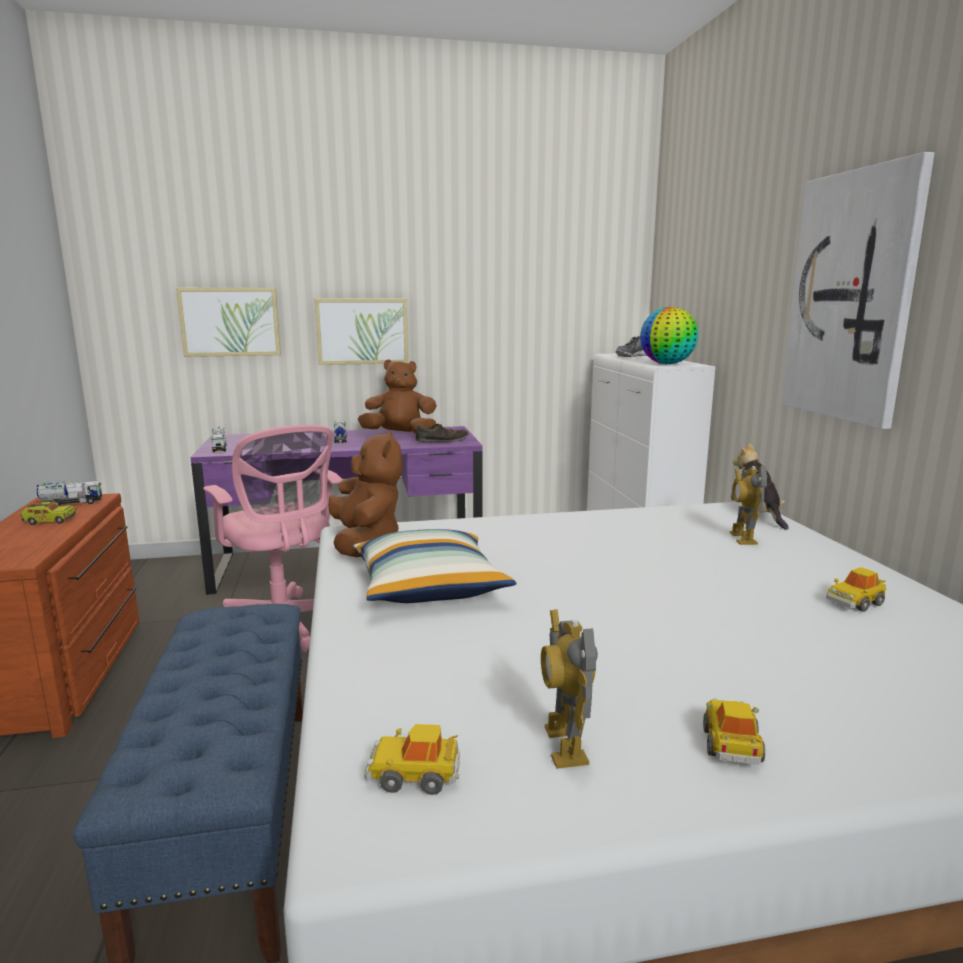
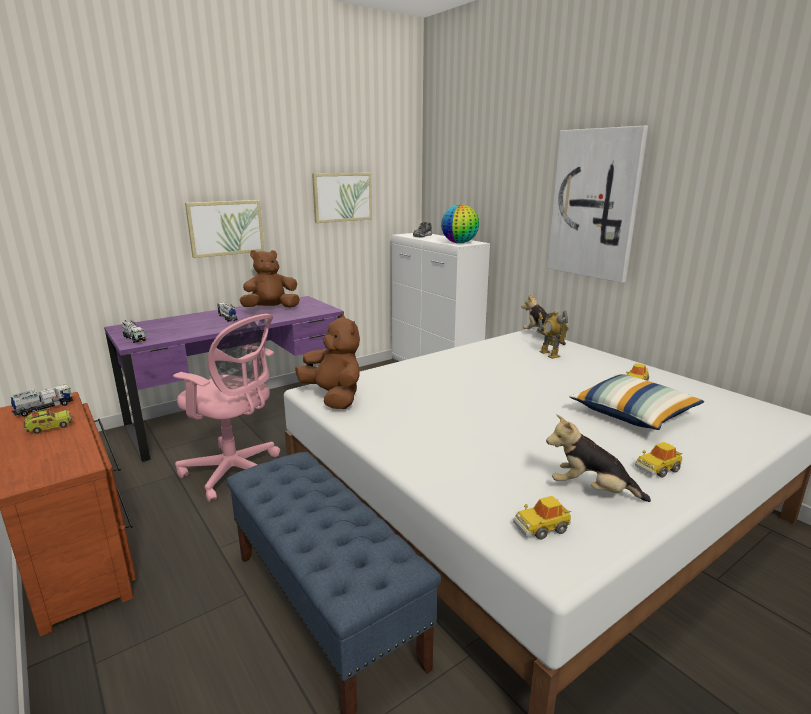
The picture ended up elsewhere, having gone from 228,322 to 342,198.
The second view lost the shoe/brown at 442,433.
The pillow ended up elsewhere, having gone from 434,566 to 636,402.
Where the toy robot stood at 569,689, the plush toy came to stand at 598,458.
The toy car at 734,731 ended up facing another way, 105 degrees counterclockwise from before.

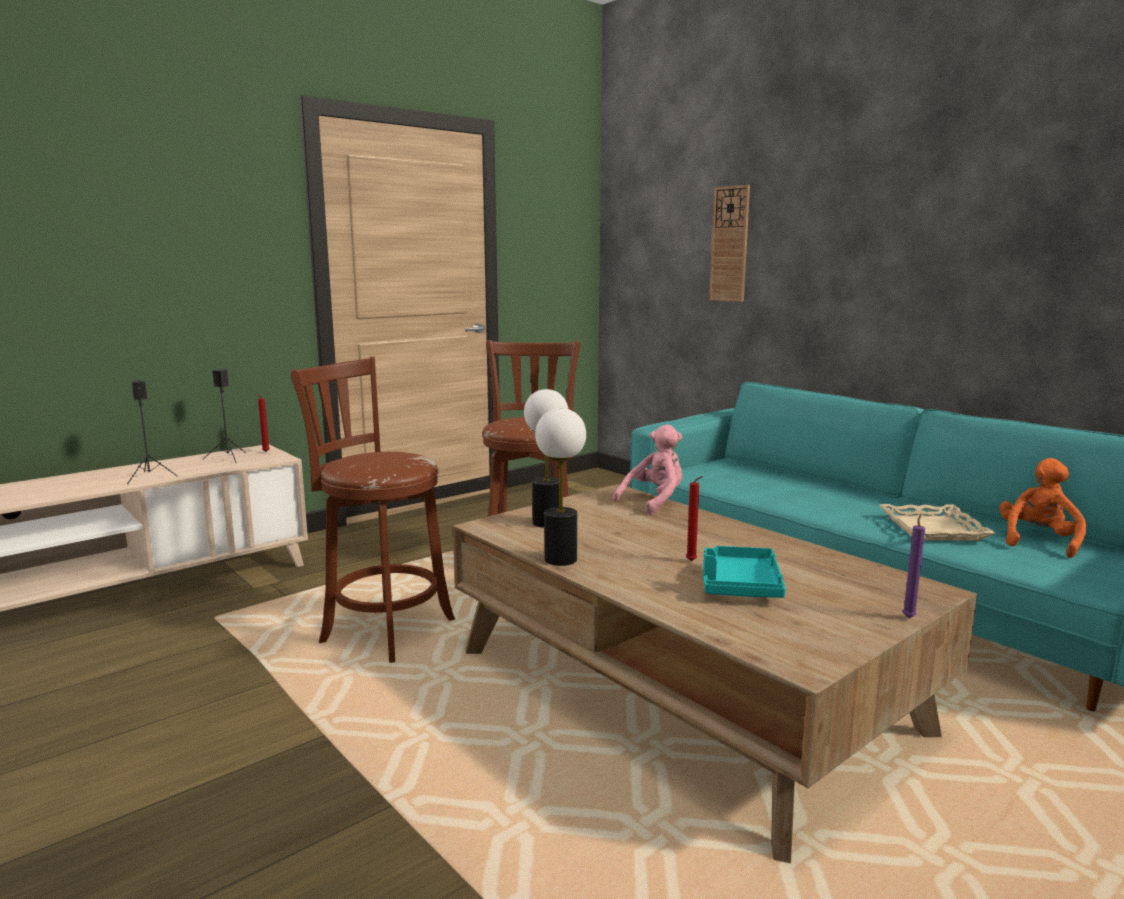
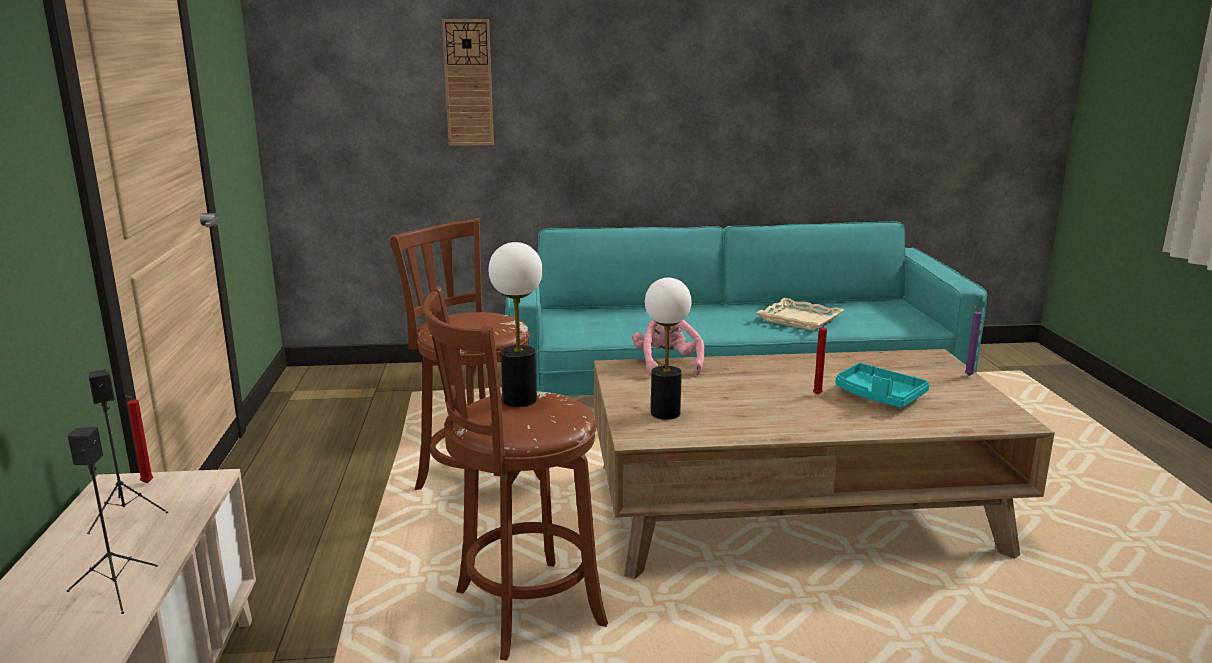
The table lamp ended up elsewhere, having gone from 560,487 to 515,324.
The second view lost the plush toy/orange at 1043,508.

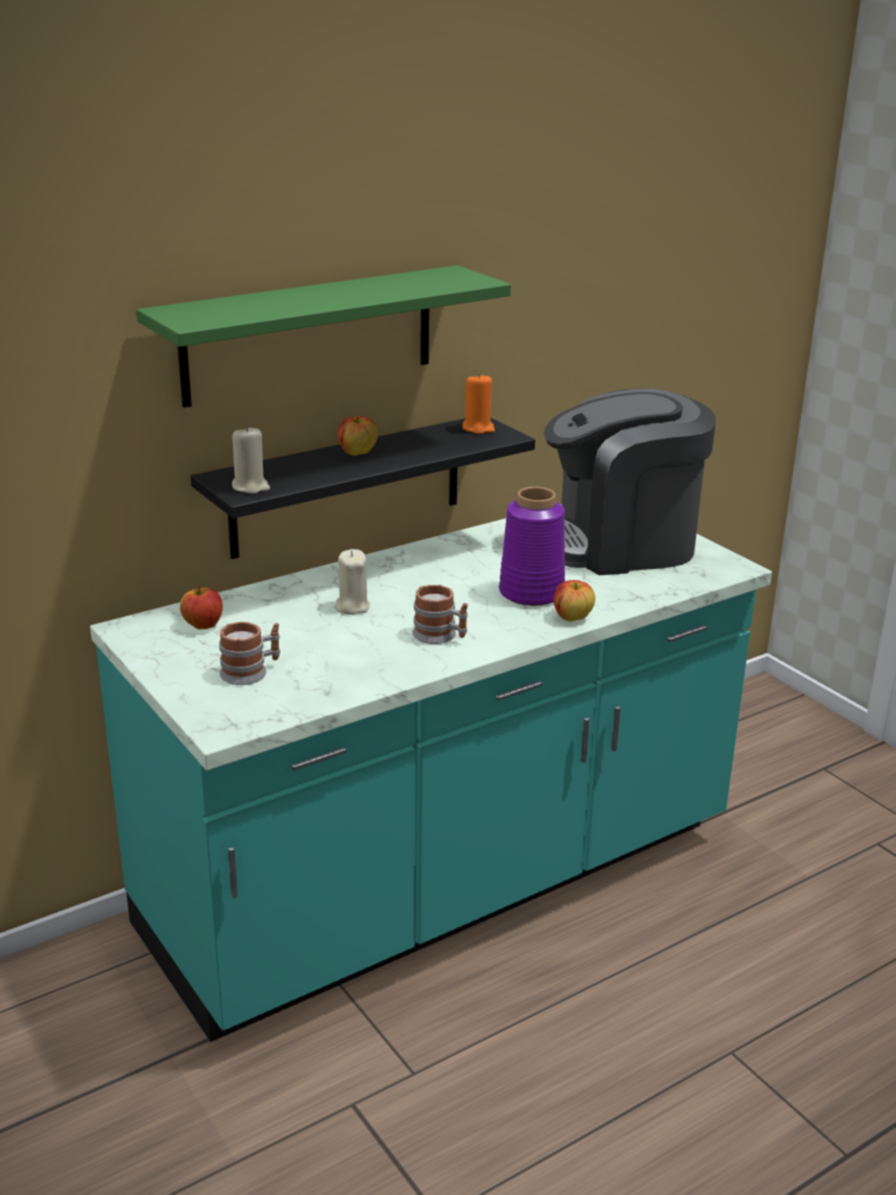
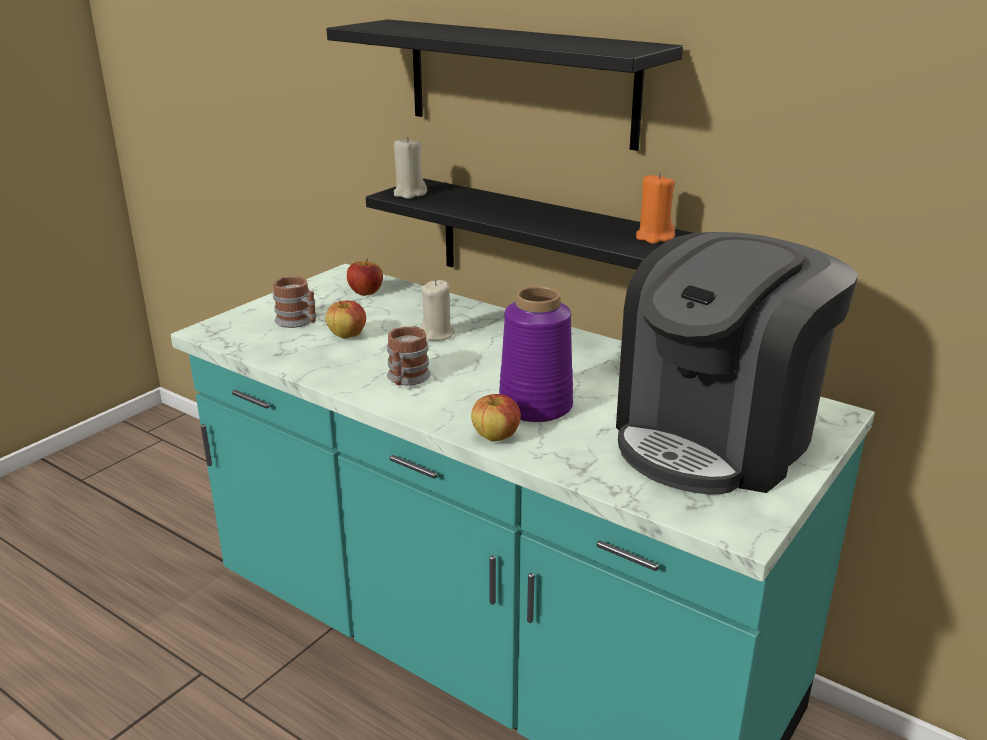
What was the shelf/green at 323,336 turned into the shelf/black at 505,85.
The coffee machine at 630,481 ended up facing another way, 105 degrees counterclockwise from before.
The apple ended up elsewhere, having gone from 358,436 to 346,320.

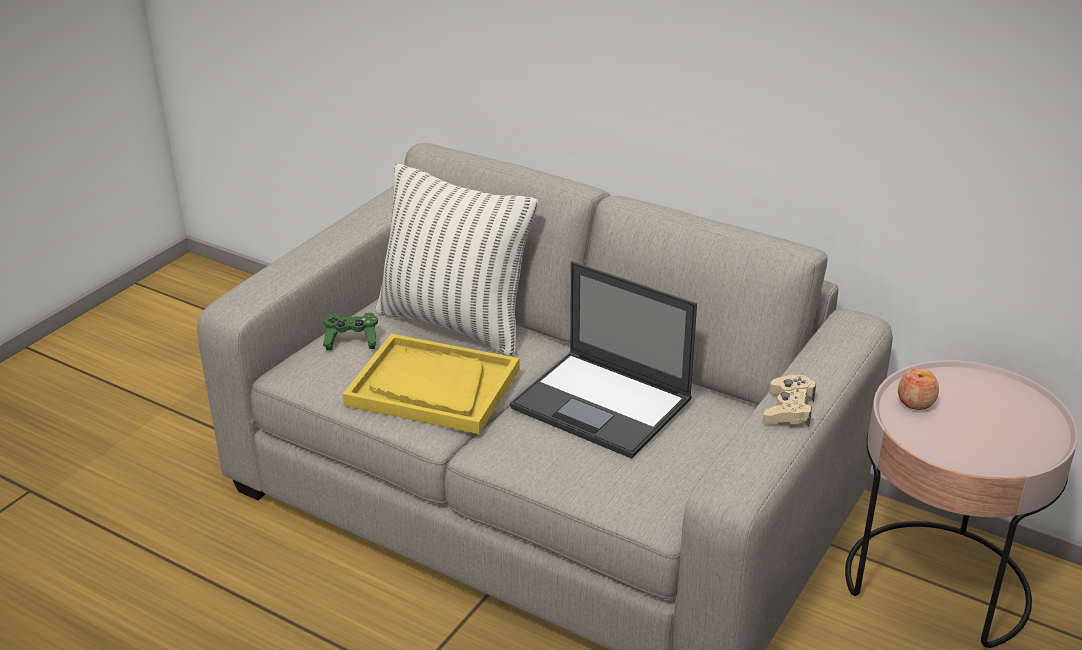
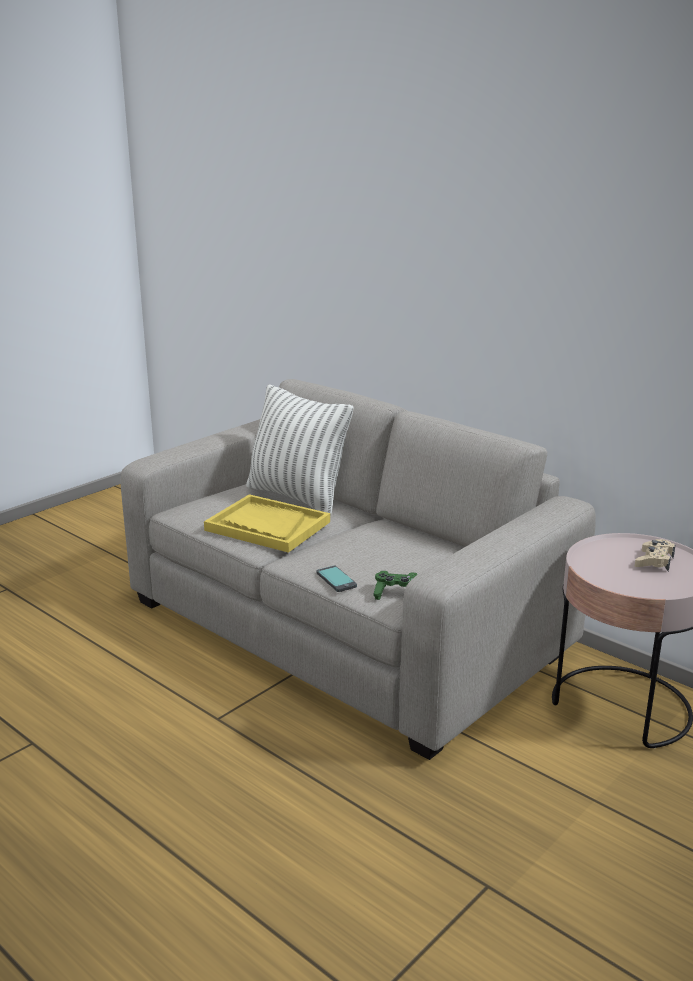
The second view lost the laptop at 603,360.
The game controller/green ended up elsewhere, having gone from 350,331 to 395,585.
The second view lost the apple at 918,389.
The game controller/beige ended up elsewhere, having gone from 789,400 to 655,555.
The second view gained the phone at 336,579.

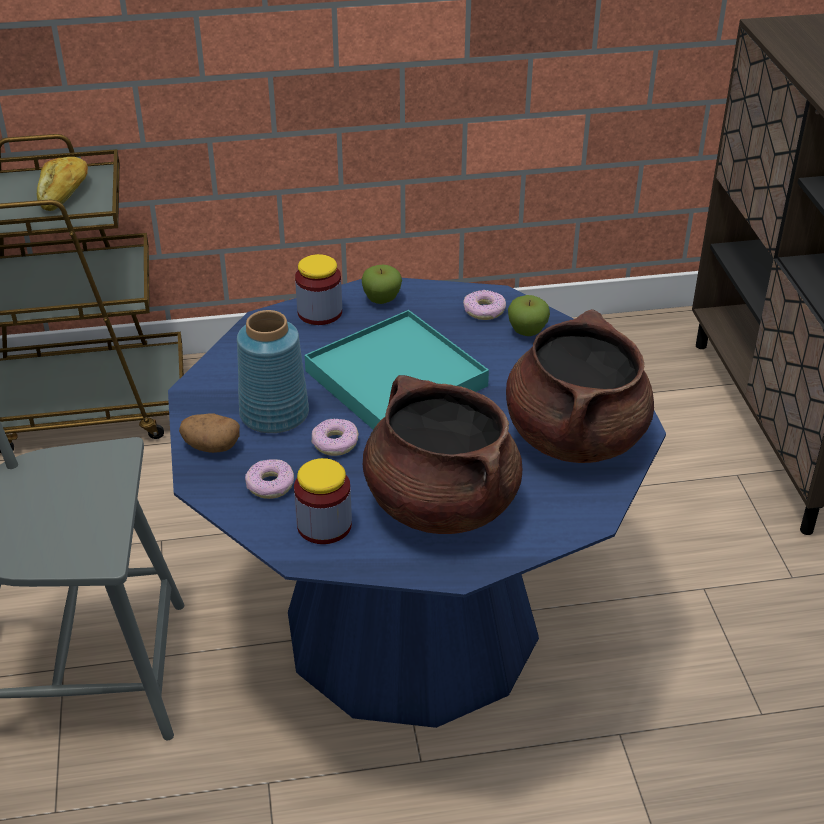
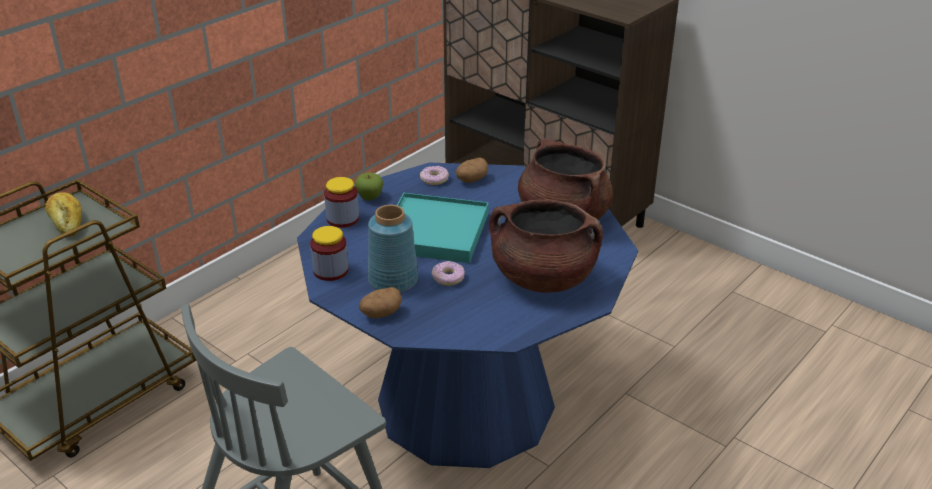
Where the apple stood at 529,315, the potato came to stand at 472,170.
The jar ended up elsewhere, having gone from 323,501 to 329,253.
The second view lost the donut at 269,479.

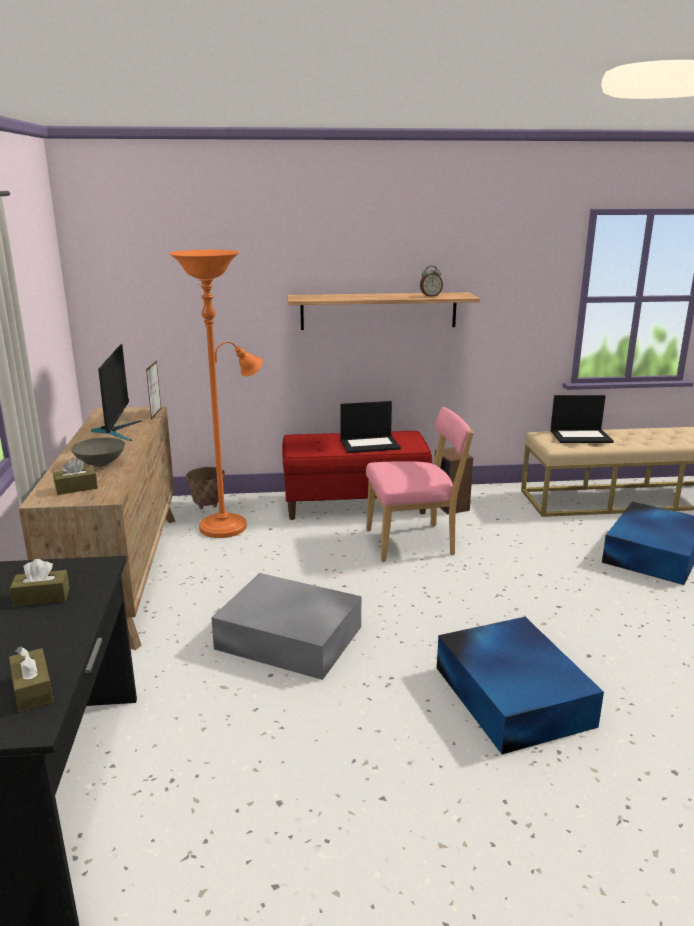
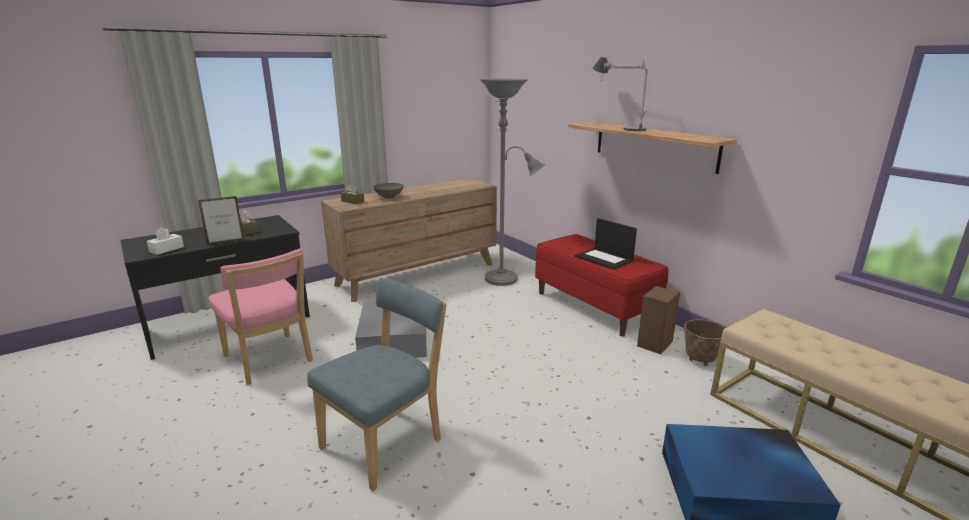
What was the floor lamp/orange at 216,394 turned into the floor lamp/grey at 512,182.
The second view lost the alarm clock at 431,281.
The second view lost the monitor at 116,392.
The picture frame ended up elsewhere, having gone from 153,390 to 221,220.
The second view lost the laptop at 582,419.
The chair/pink ended up elsewhere, having gone from 420,484 to 260,317.
The planter ended up elsewhere, having gone from 205,488 to 704,342.
Where the storage box/blue stood at 520,685, the chair/blue came to stand at 377,384.
What was the tissue box/brown at 31,679 turned into the tissue box/white at 165,241.
The second view gained the table lamp at 620,94.

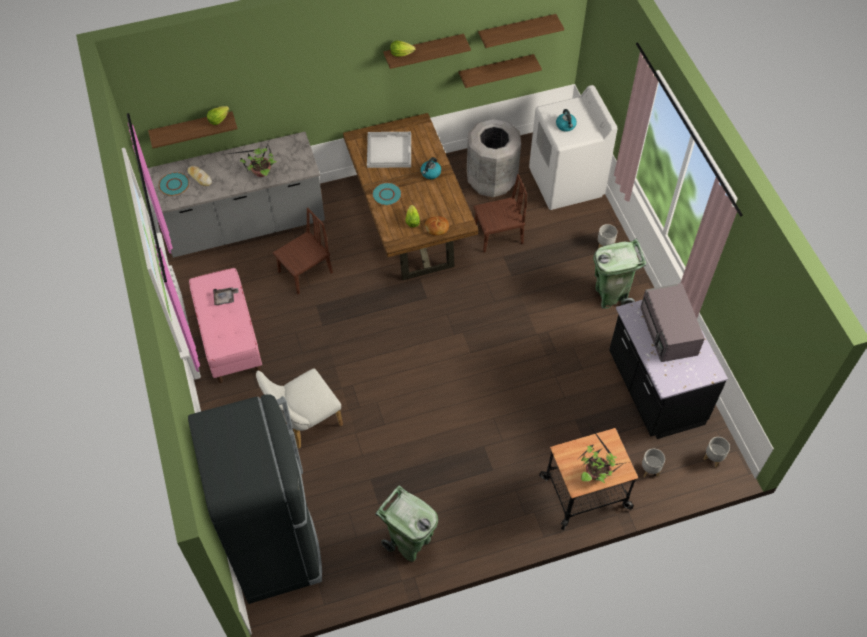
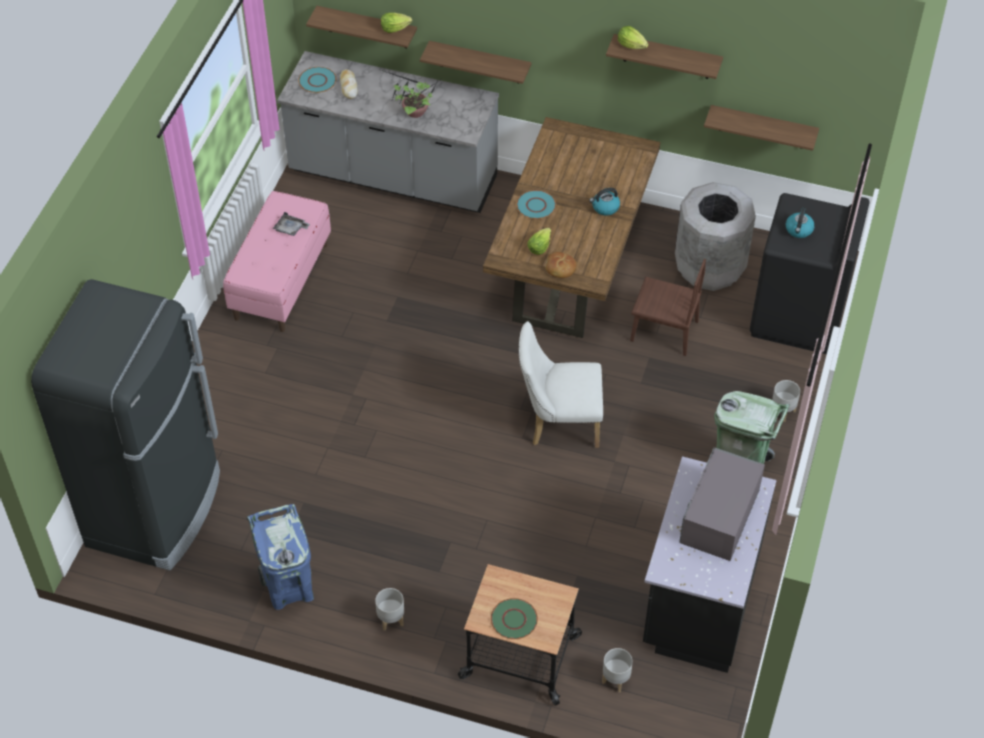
The shelf ended up elsewhere, having gone from 521,31 to 475,62.
What was the washing machine/white at 573,147 turned into the washing machine/black at 810,273.
The second view lost the tray/white at 389,150.
The second view lost the chair/brown at 303,251.
The chair/white ended up elsewhere, having gone from 299,409 to 561,384.
Where the potted plant stood at 602,454, the plate/green came to stand at 514,618.
The planter/grey ended up elsewhere, having gone from 717,452 to 389,609.
What was the trash can/green at 406,523 turned into the trash can/blue at 280,557.

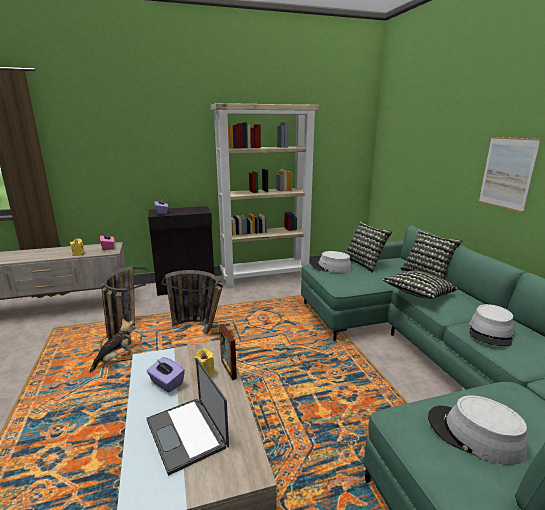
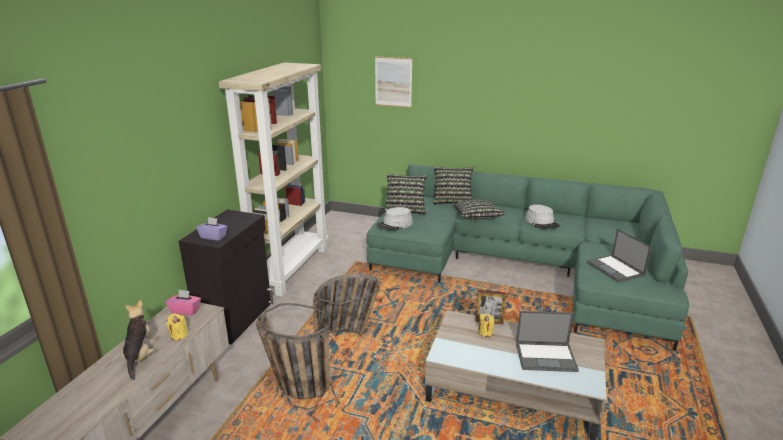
The picture ended up elsewhere, having gone from 510,175 to 393,82.
The plush toy ended up elsewhere, having gone from 112,345 to 139,340.
The second view lost the tissue box/purple at 166,375.
Where the hat/grey stood at 478,430, the laptop came to stand at 619,256.

